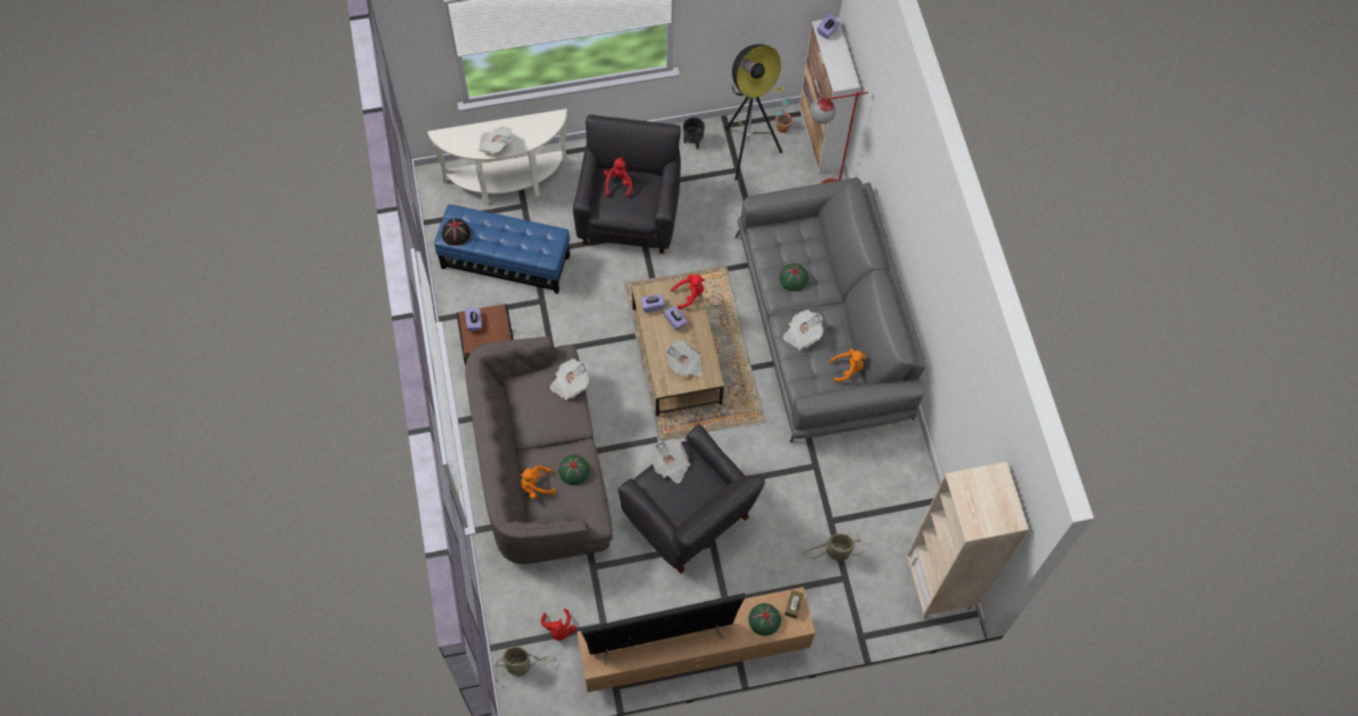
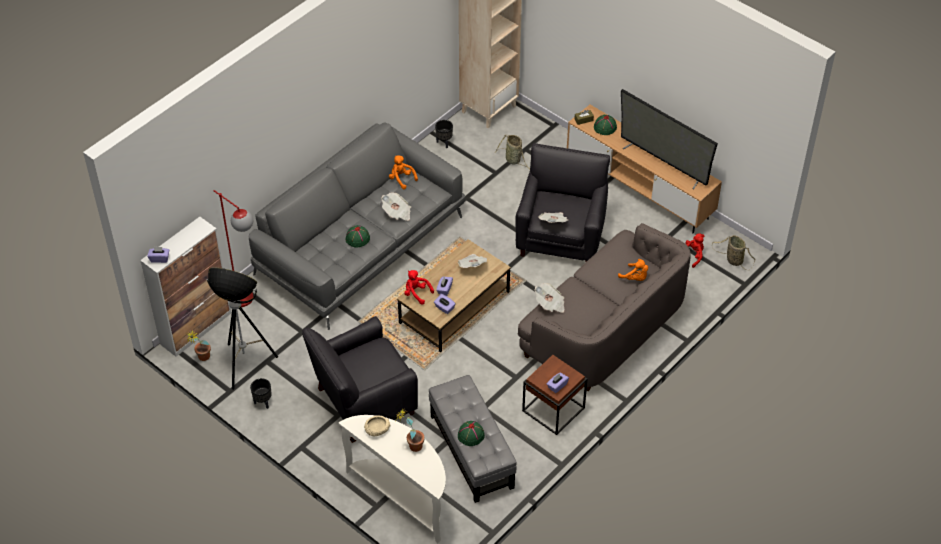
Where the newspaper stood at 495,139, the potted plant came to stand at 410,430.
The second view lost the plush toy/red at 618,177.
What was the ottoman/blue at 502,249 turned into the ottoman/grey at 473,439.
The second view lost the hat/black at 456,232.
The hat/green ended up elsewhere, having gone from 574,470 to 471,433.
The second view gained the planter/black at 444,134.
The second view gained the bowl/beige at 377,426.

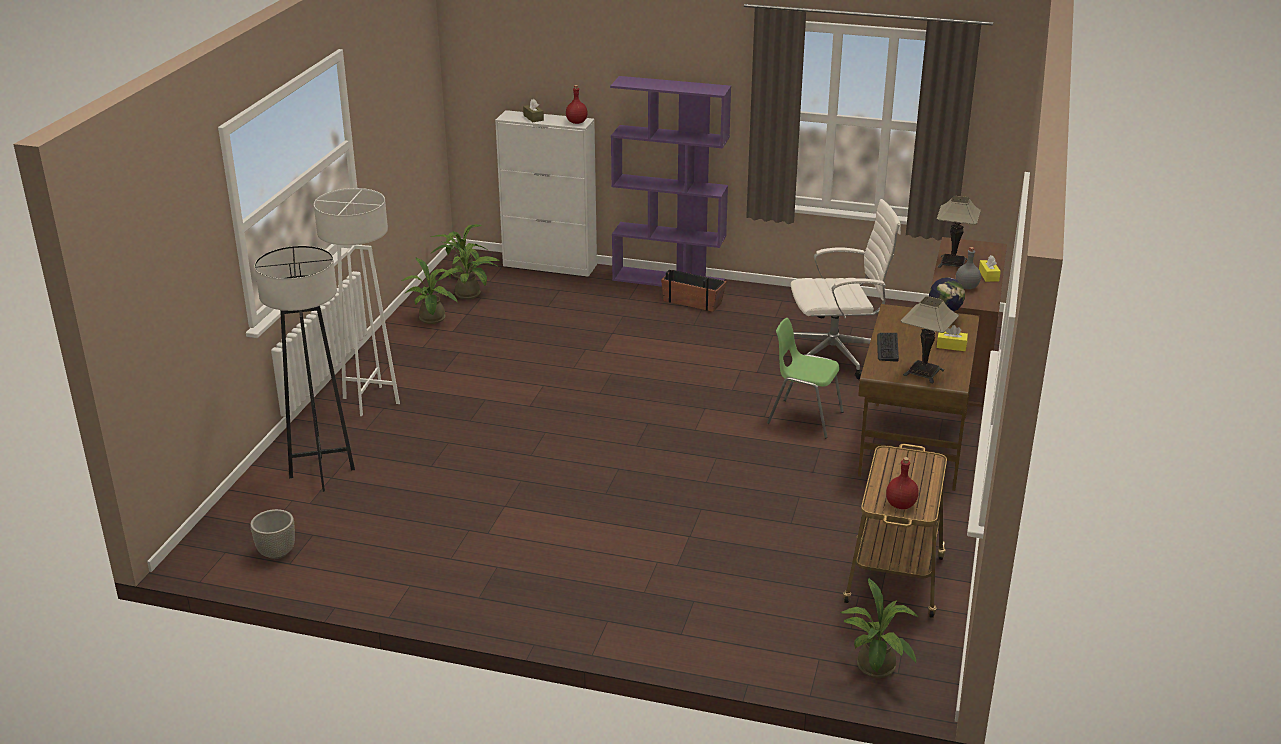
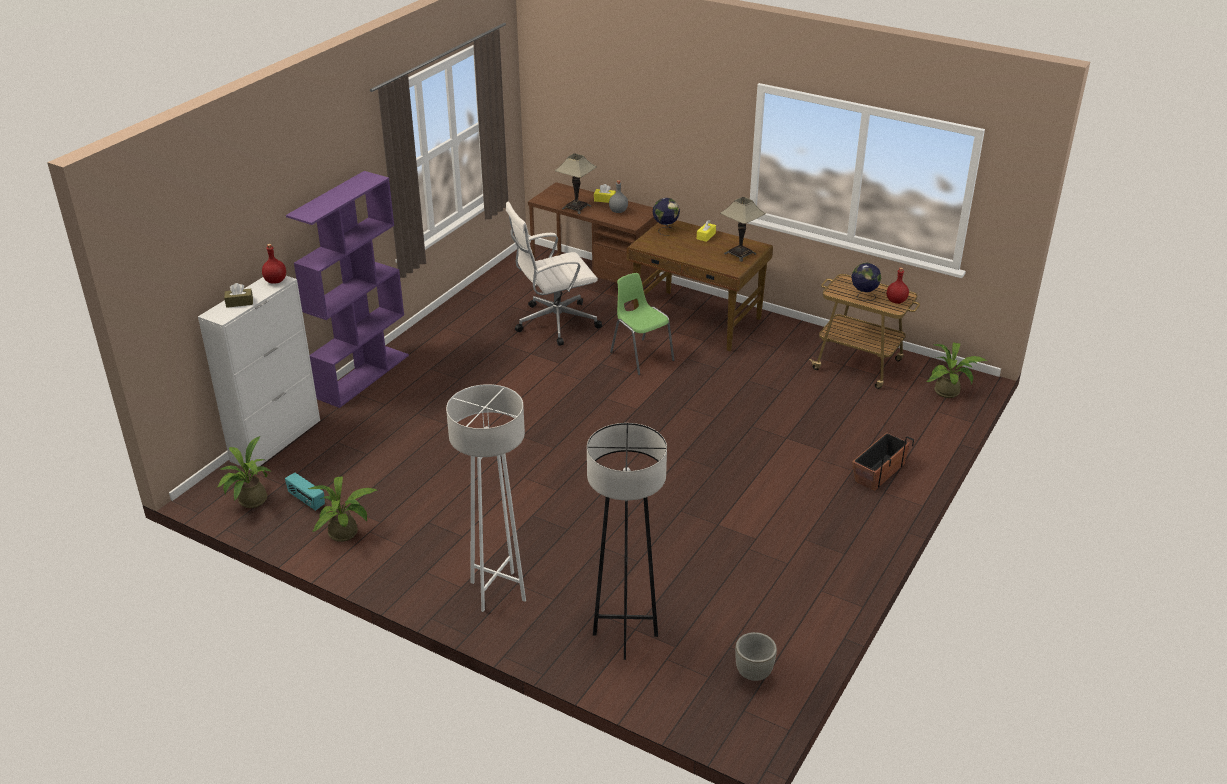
The office chair/white at 846,289 ended up facing another way, 120 degrees counterclockwise from before.
Where the potted plant stood at 468,271, the radio came to stand at 305,492.
The planter ended up elsewhere, having gone from 694,291 to 883,461.
The chair/green at 805,378 ended up facing another way, 105 degrees clockwise from before.
The second view lost the keyboard at 888,347.
The second view gained the globe at 866,282.

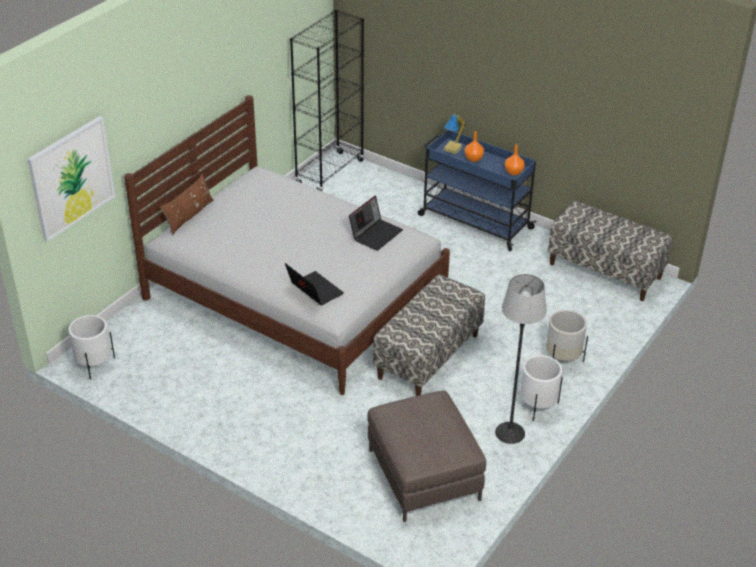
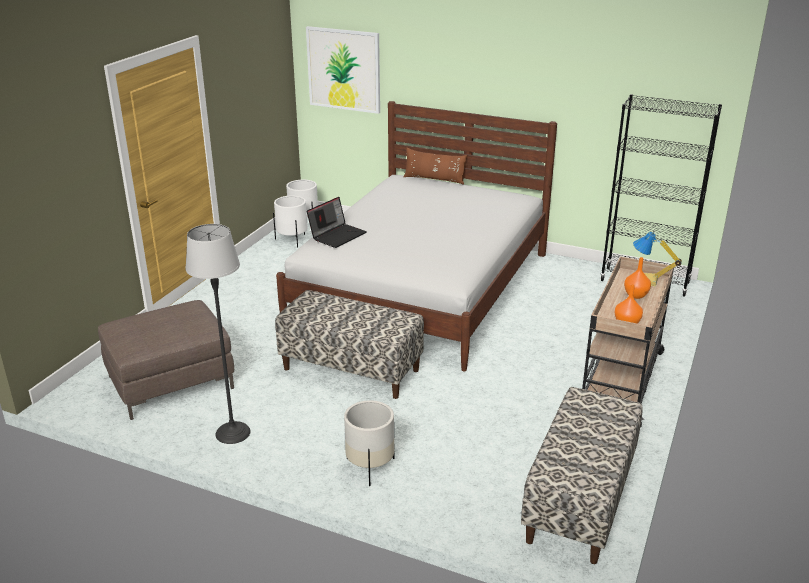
What was the cart/blue at 477,190 turned into the cart/beige at 628,341.
The second view lost the laptop at 376,223.
The planter/white ended up elsewhere, having gone from 541,388 to 290,222.

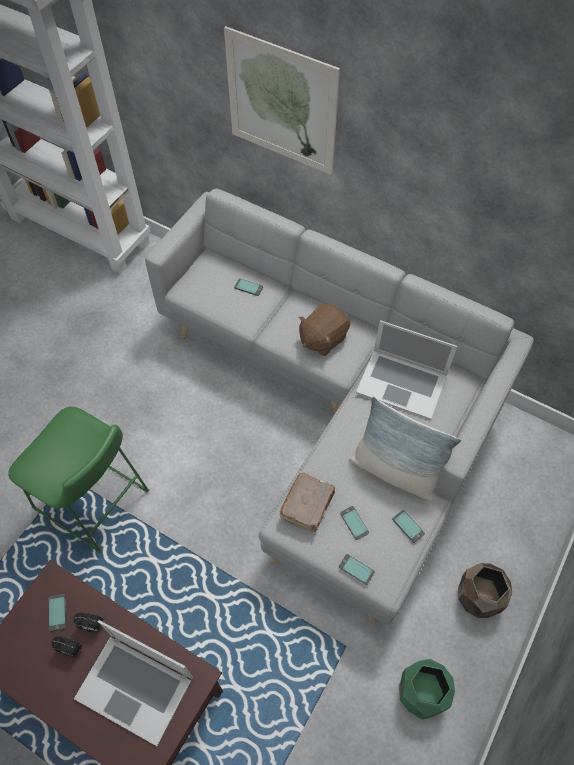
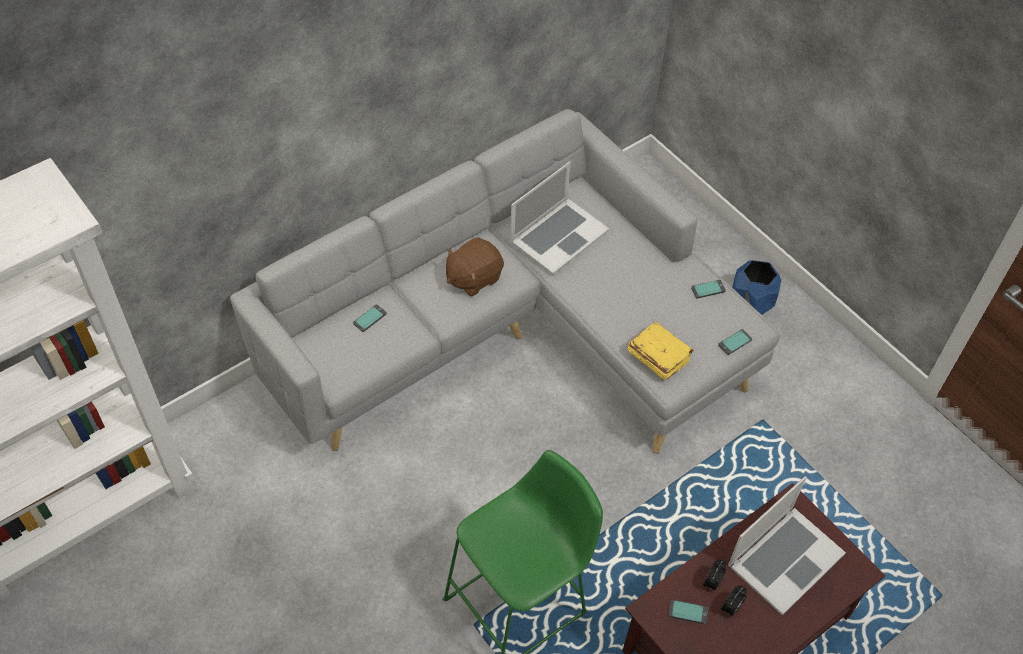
The second view lost the picture at 282,100.
The plush toy/brown at 324,329 ended up facing another way, 75 degrees clockwise from before.
The second view lost the pillow at 405,449.
What was the book/brown at 307,502 turned into the book/yellow at 661,351.
The second view lost the phone at 354,523.
What was the planter/brown at 485,590 turned into the planter/blue at 756,287.
The second view lost the planter/green at 427,689.

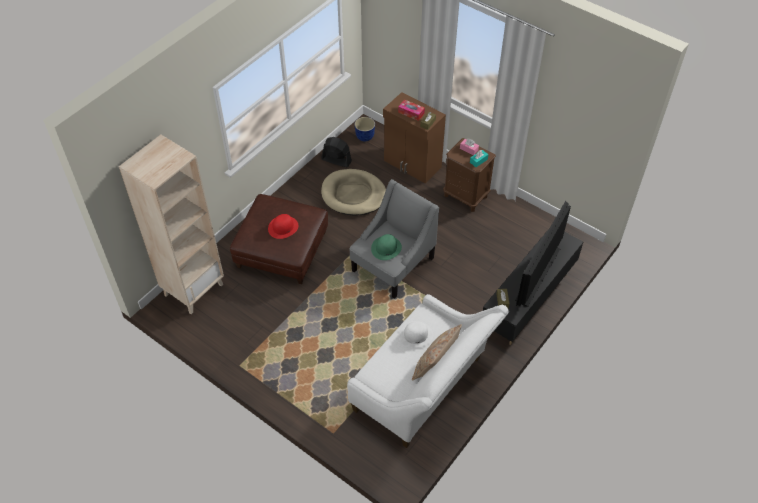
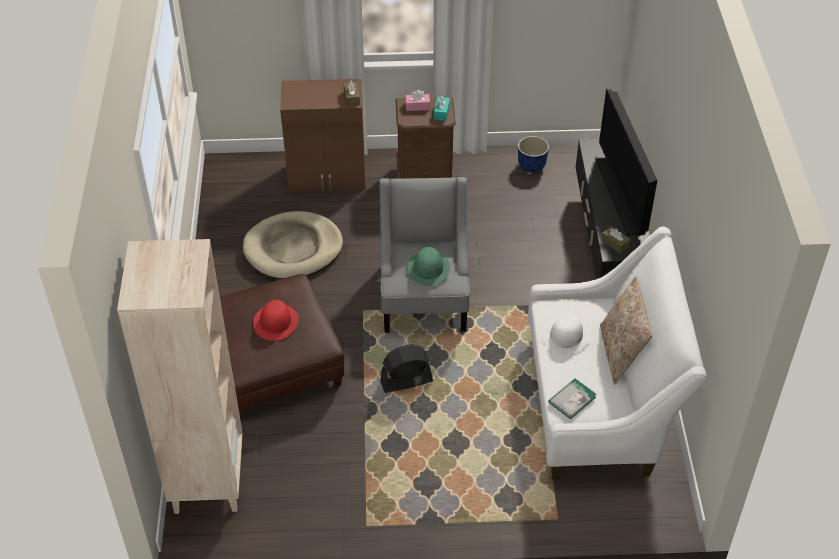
The second view lost the tissue box at 411,110.
The planter ended up elsewhere, having gone from 364,129 to 533,154.
The fan/black ended up elsewhere, having gone from 336,152 to 406,368.
The second view gained the book at 572,399.

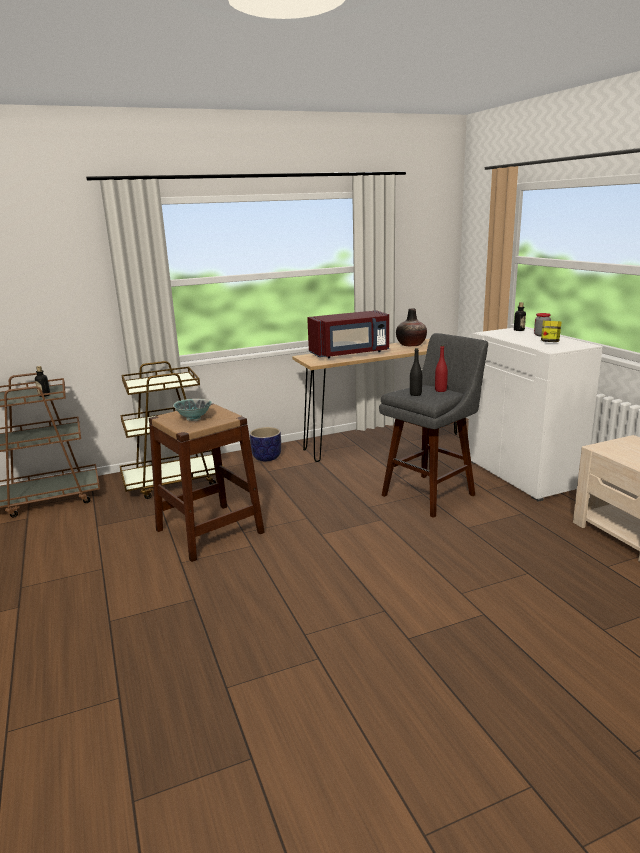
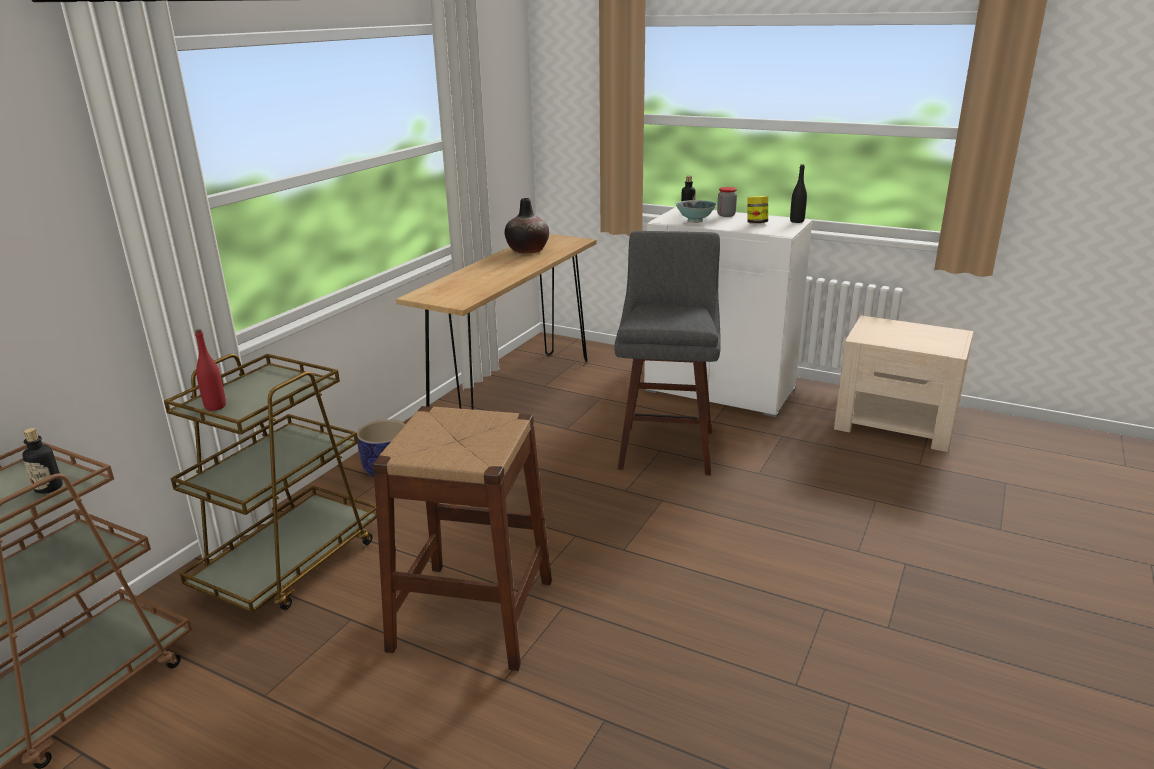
The second view lost the microwave/red at 348,334.
The bottle/red ended up elsewhere, having gone from 441,368 to 210,370.
The bottle/black ended up elsewhere, having gone from 416,372 to 798,193.
The bowl ended up elsewhere, having gone from 192,410 to 696,211.

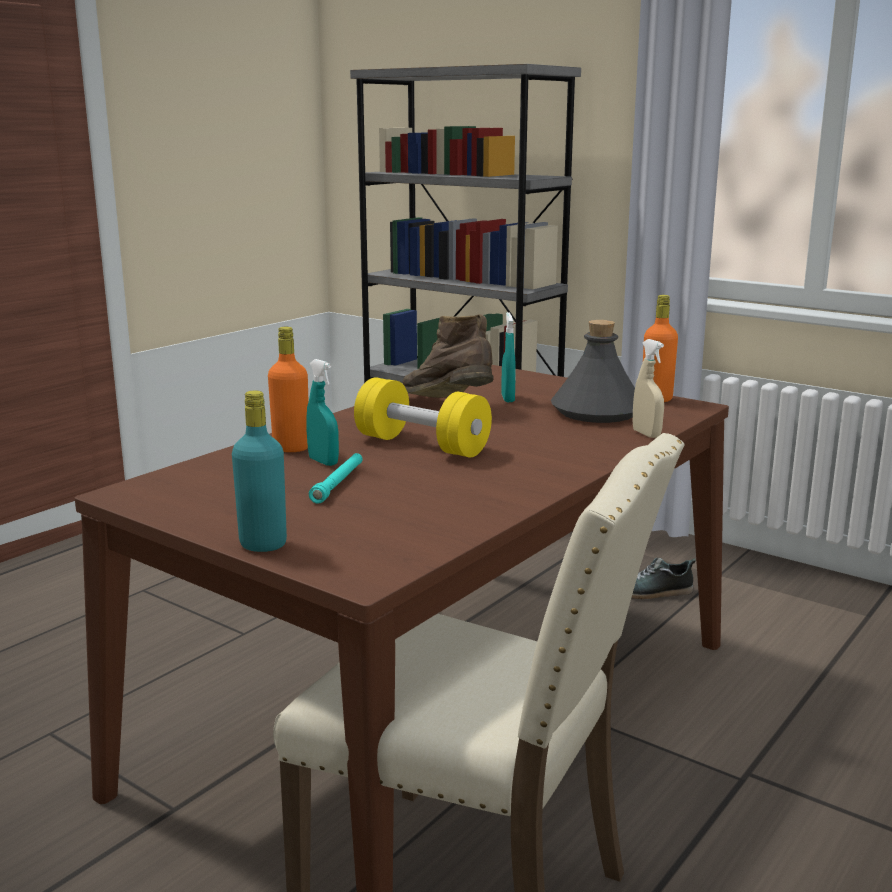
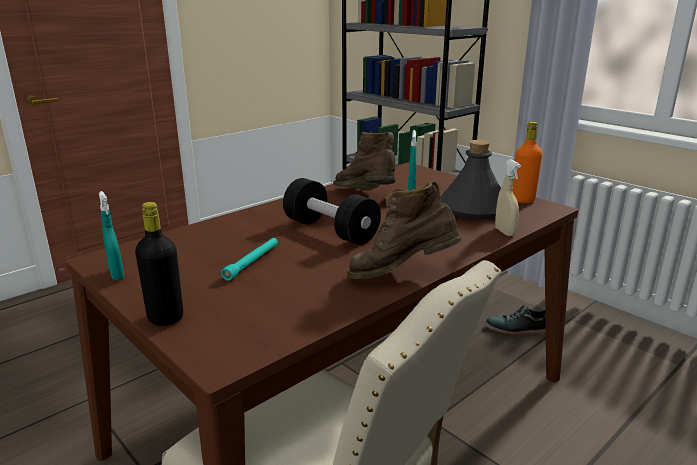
The second view lost the bottle/orange at 288,389.
The spray bottle/turquoise ended up elsewhere, having gone from 322,412 to 111,235.
What was the dumbbell/yellow at 423,417 turned into the dumbbell/black at 332,211.
What was the bottle/turquoise at 259,471 turned into the bottle/black at 159,264.
The second view gained the boot/brown at 404,230.

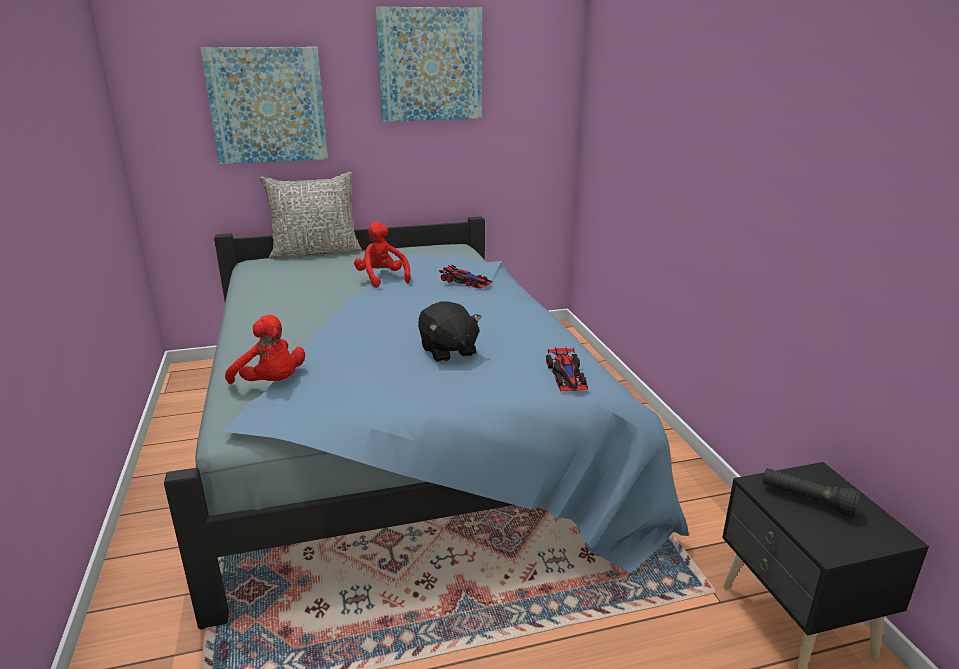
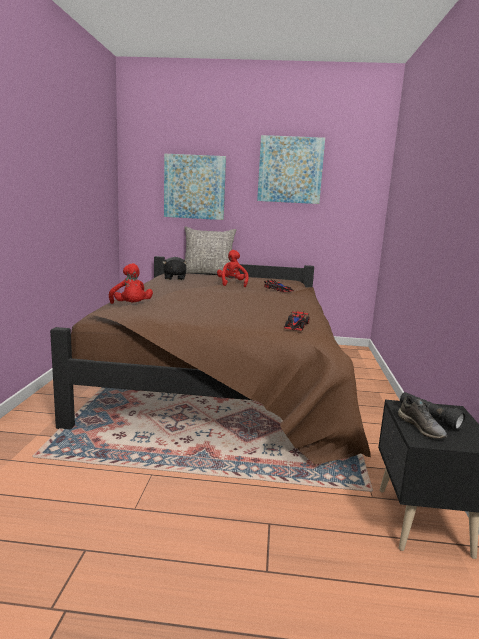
What was the bed/blue at 426,423 turned into the bed/brown at 210,360.
The plush toy/black ended up elsewhere, having gone from 450,331 to 174,268.
The second view gained the shoe/grey at 422,417.

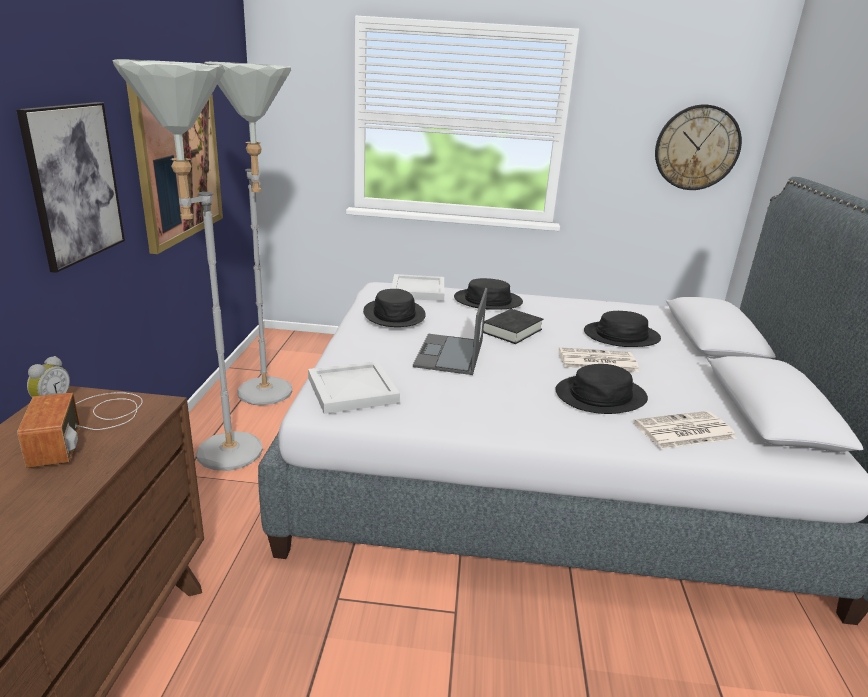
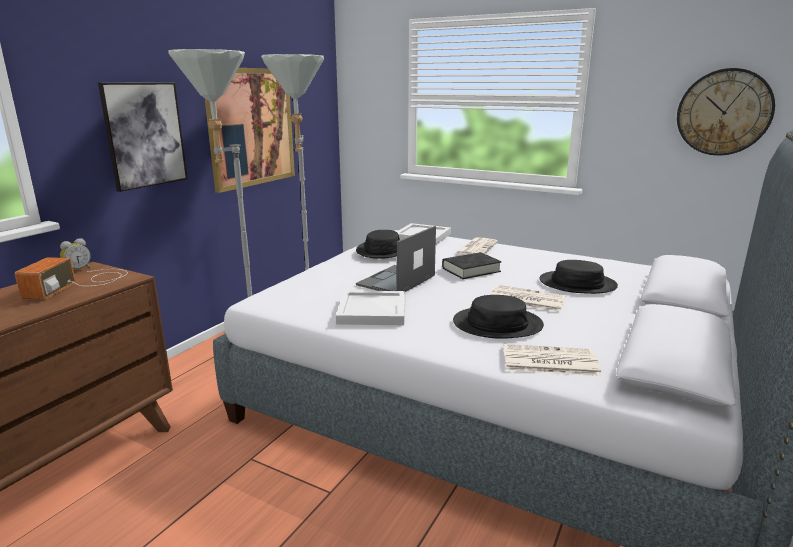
Where the hat/black stood at 488,294, the newspaper came to stand at 476,246.
The tray/white ended up elsewhere, having gone from 354,387 to 371,307.

